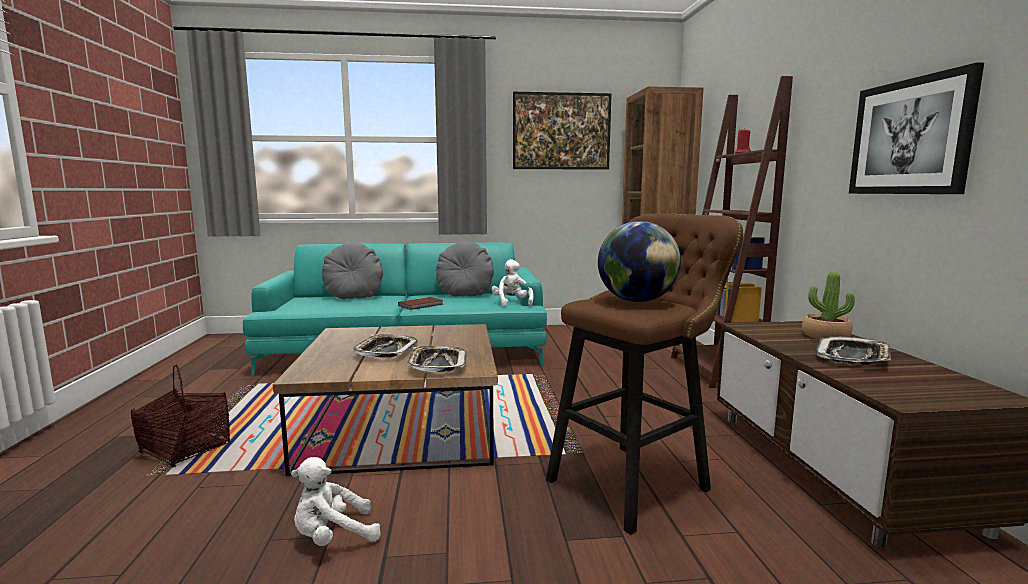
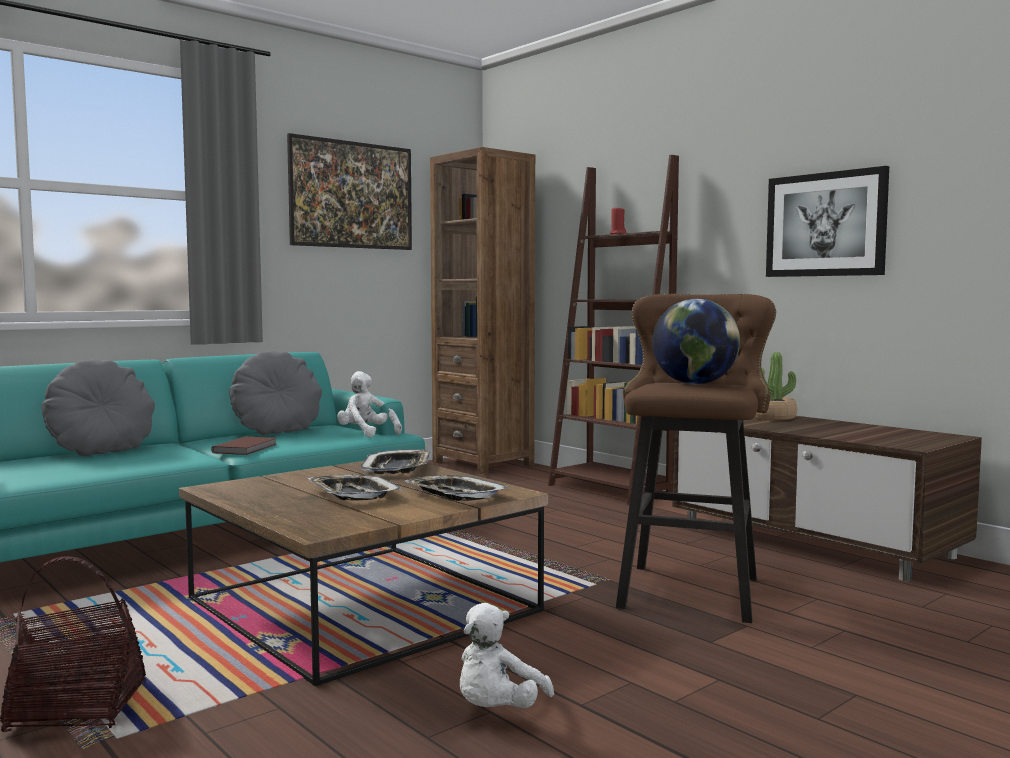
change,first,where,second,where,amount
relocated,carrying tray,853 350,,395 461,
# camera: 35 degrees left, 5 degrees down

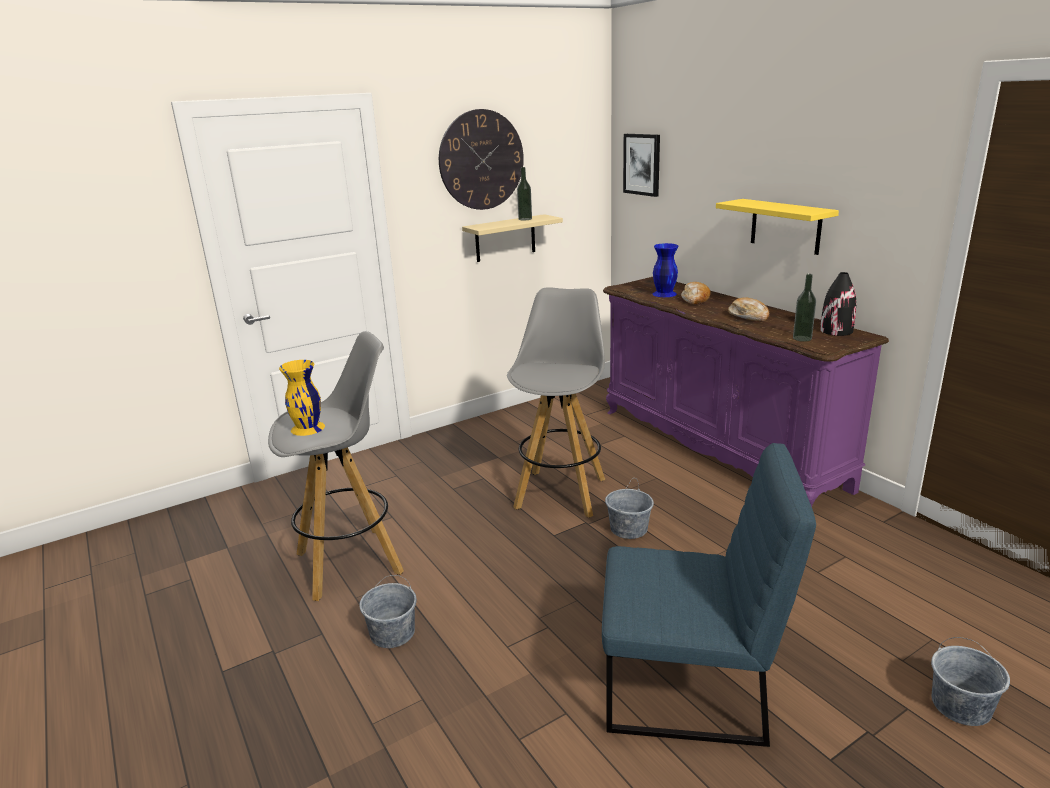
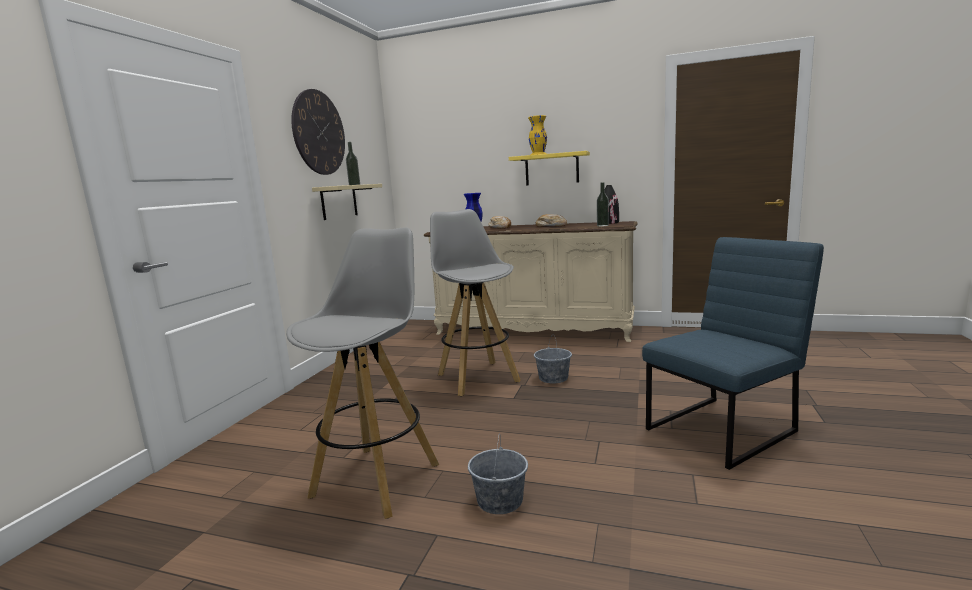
change,first,where,second,where,amount
colour,purple-coloured cupboard,746 392,beige cupboard,531 281,
relocated,yellow-coloured flower vase,302 398,,537 135,
missing,picture,641 165,,,
missing,gray water bucket,970 681,,,
# camera: 40 degrees left, 10 degrees down

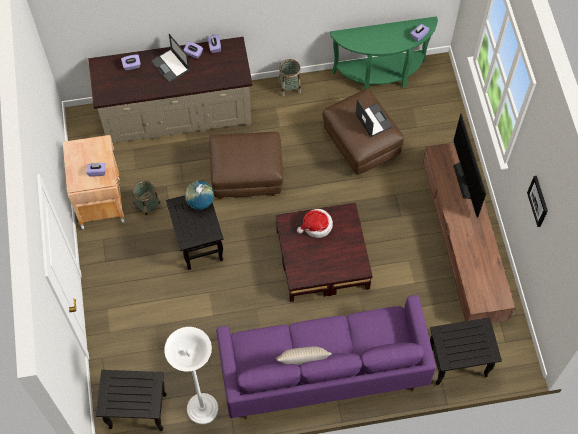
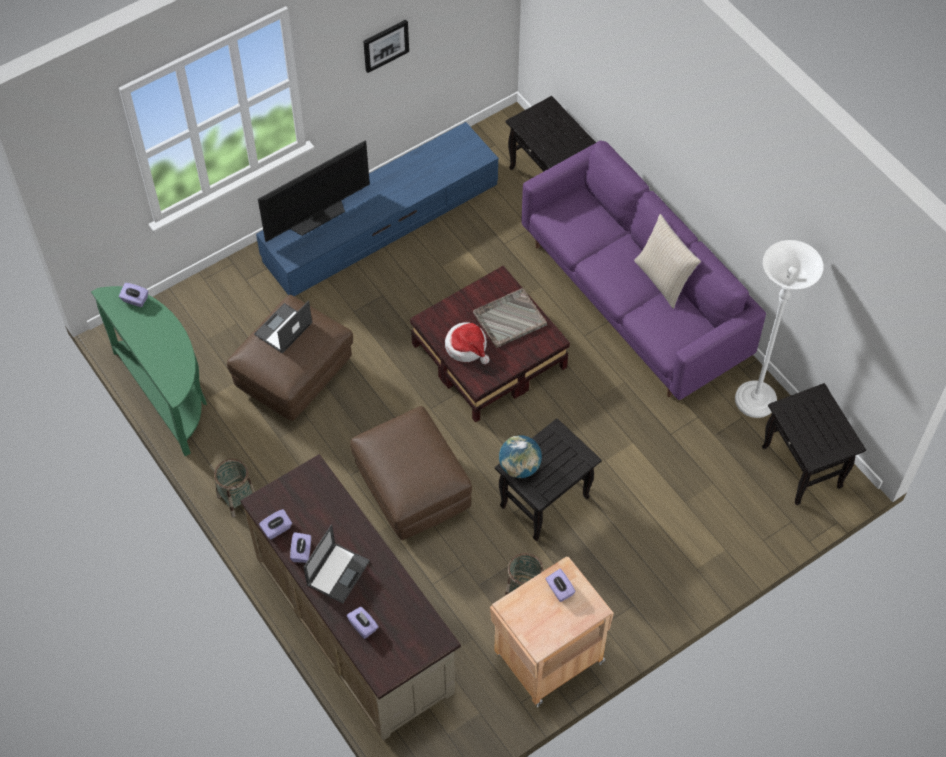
change,first,where,second,where,amount
colour,brown-coloured tv stand,469 233,blue tv stand,377 209,
appeared,,,gray carrying tray,510 318,
# camera: 115 degrees left, 5 degrees down

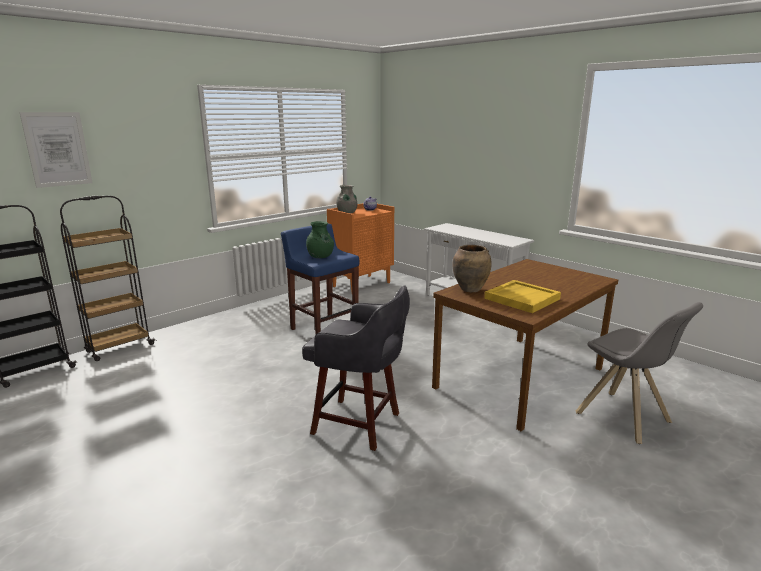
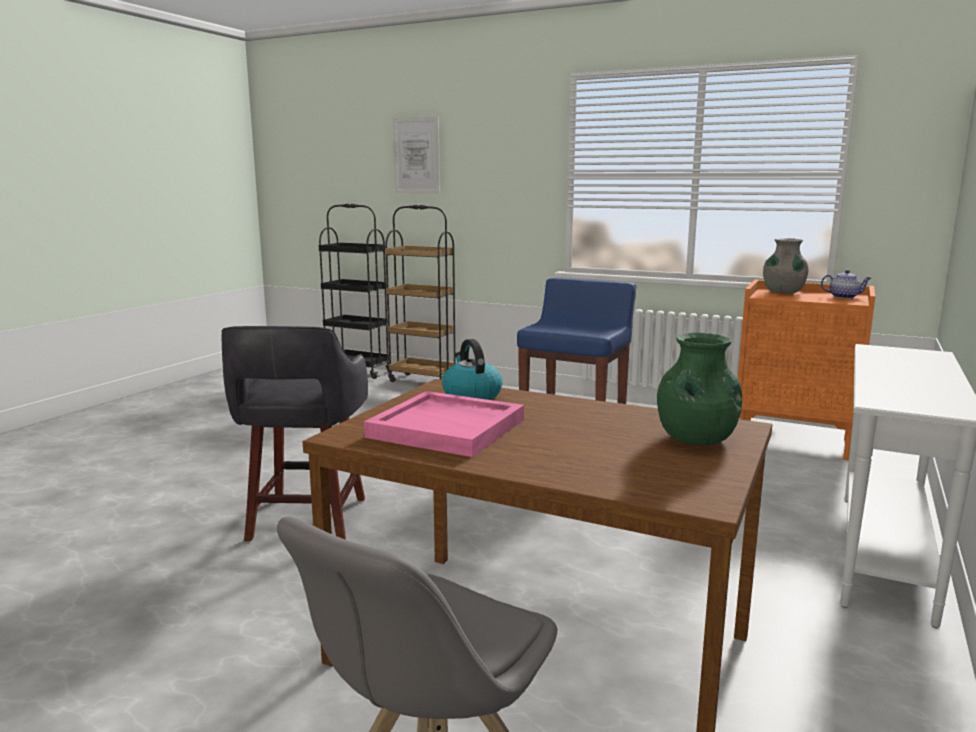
change,first,where,second,where,amount
colour,yellow-coloured carrying tray,522 296,pink carrying tray,444 424,
exchanged,brown-coloured flower vase,472 268,kettle,472 369,
relocated,green flower vase,320 239,,699 389,
# camera: 70 degrees right, 5 degrees down

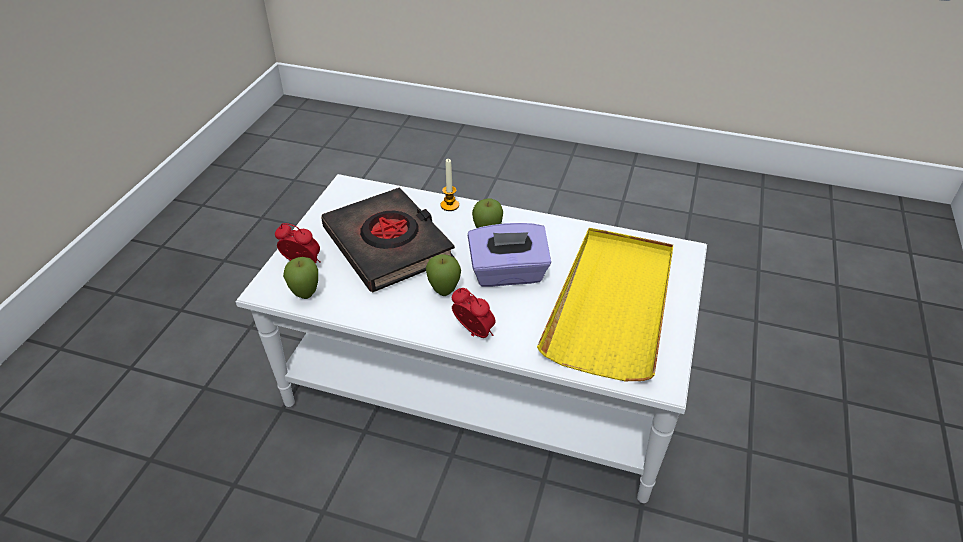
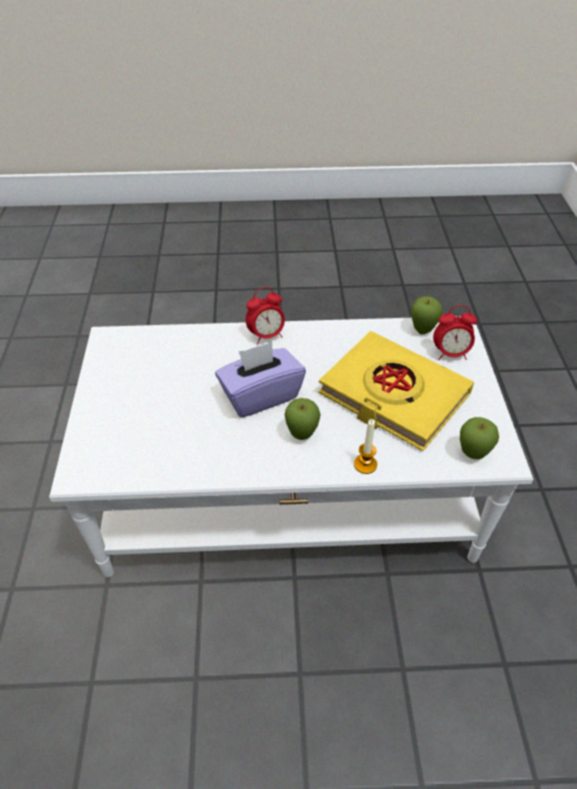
change,first,where,second,where,amount
spun,alarm clock,474 313,,265 315,45 degrees counterclockwise
colour,black volume,388 240,yellow-coloured volume,396 391,
relocated,apple,443 275,,479 438,
missing,yellow-coloured carrying tray,605 304,,,
# camera: 160 degrees right, 5 degrees up

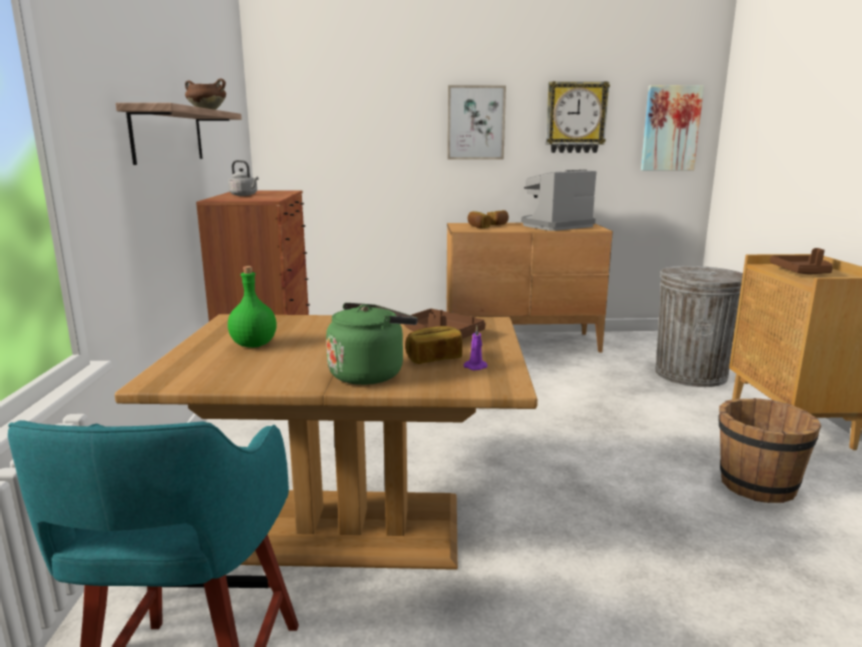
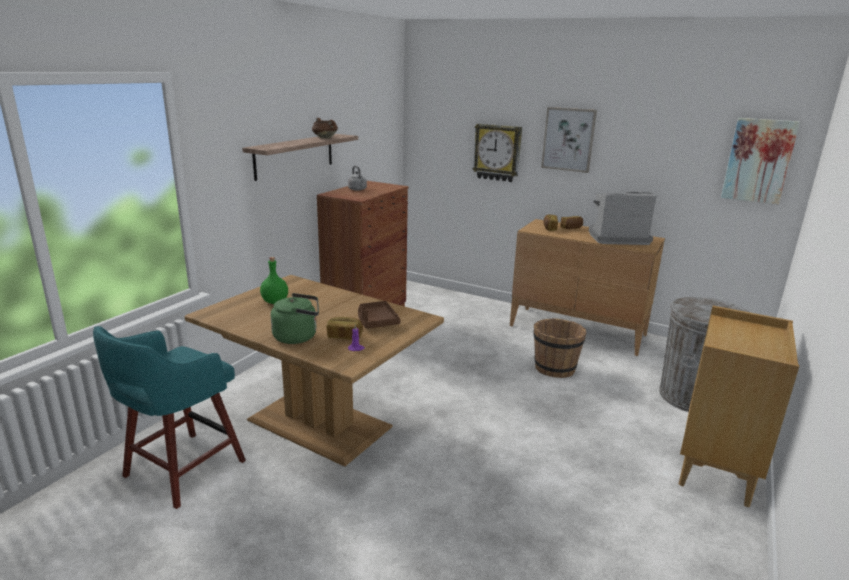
change,first,where,second,where,amount
relocated,clock on the wall,578 117,,497 153,
relocated,brown-coloured water bucket,770 450,,559 348,
missing,brown-coloured carrying tray,801 261,,,
# camera: 30 degrees right, 5 degrees up

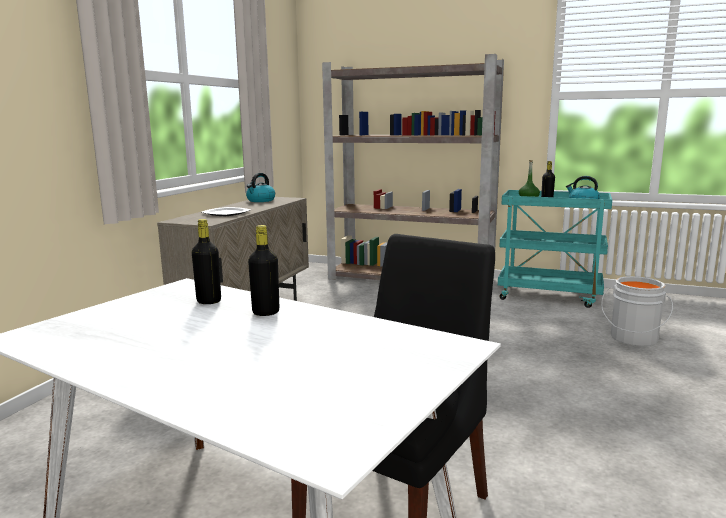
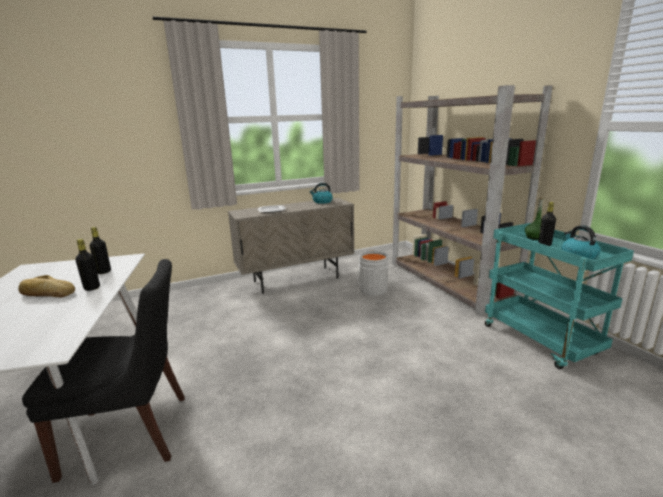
change,first,where,second,where,amount
appeared,,,bread,46 286,
relocated,gray water bucket,637 311,,373 273,
# camera: 45 degrees right, 5 degrees up

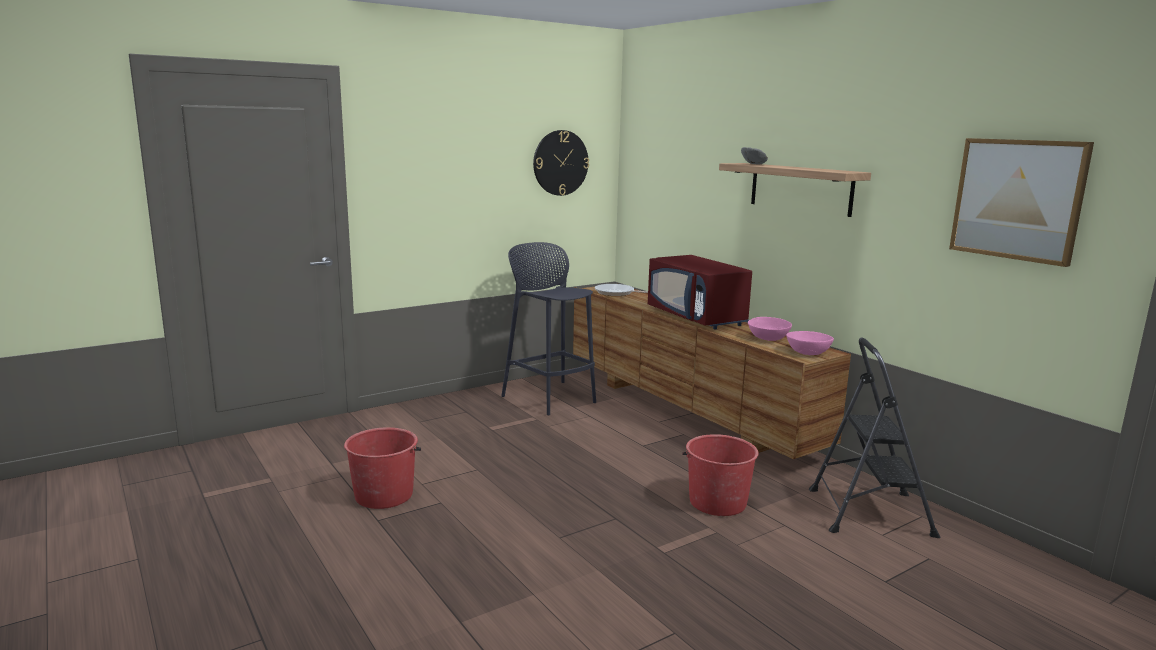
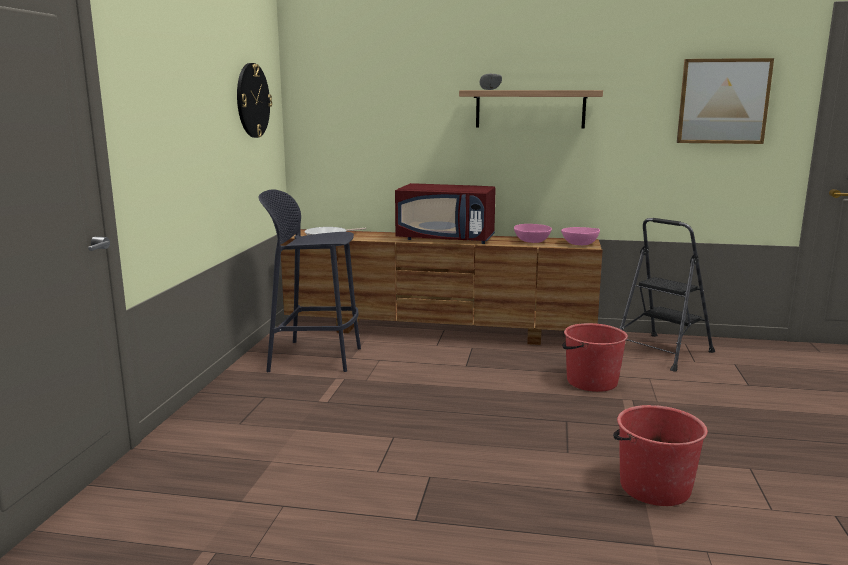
change,first,where,second,where,amount
relocated,red water bucket,382 468,,660 455,
# camera: 45 degrees left, 0 degrees up

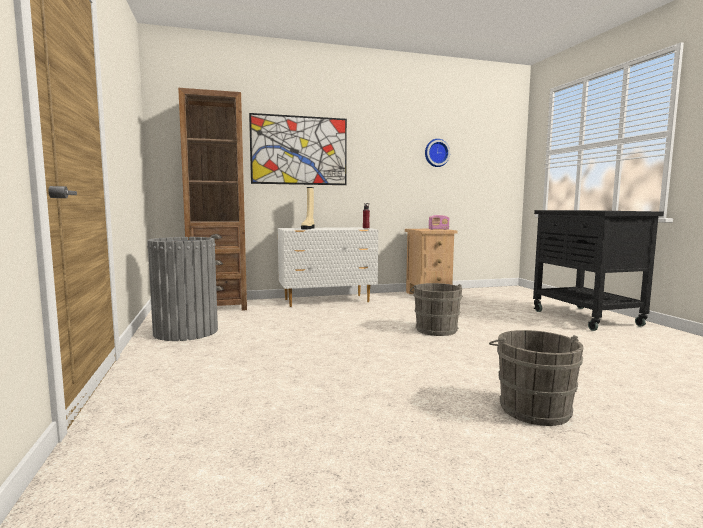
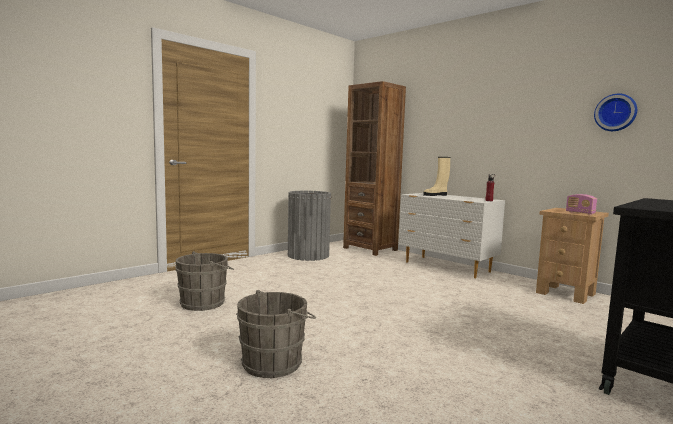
change,first,where,second,where,amount
relocated,gray water bucket,436 309,,204 281,
missing,picture,298 149,,,
# camera: 60 degrees right, 0 degrees up

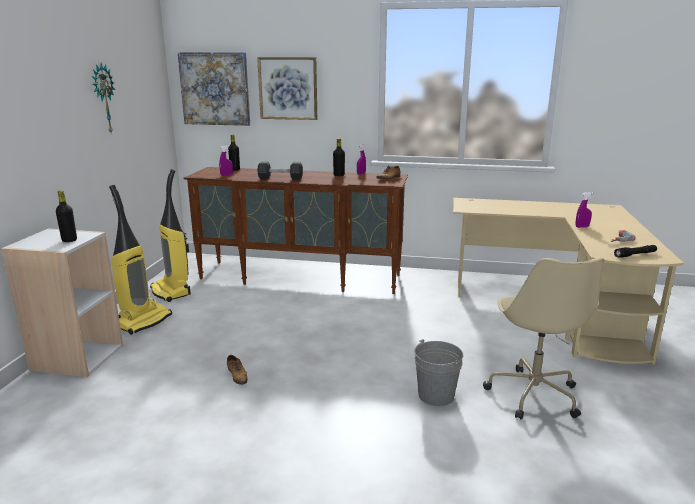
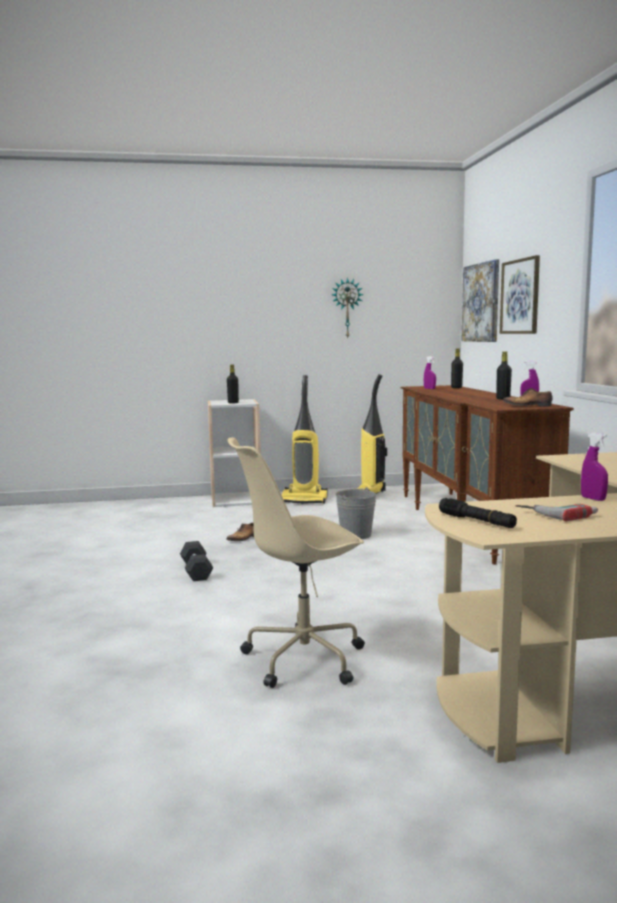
change,first,where,second,where,amount
relocated,black free weight,280 170,,196 561,
relocated,gray water bucket,439 372,,356 513,
# camera: 70 degrees right, 10 degrees down

